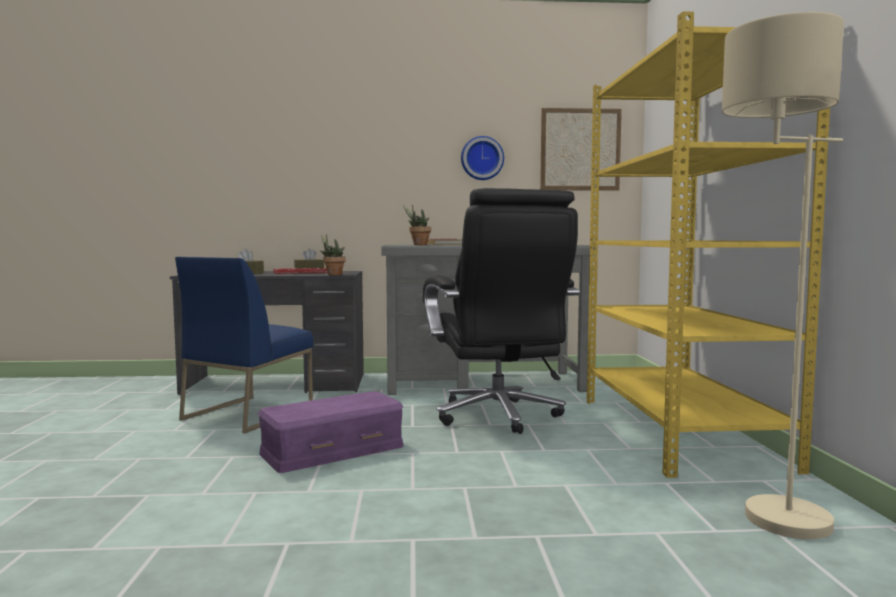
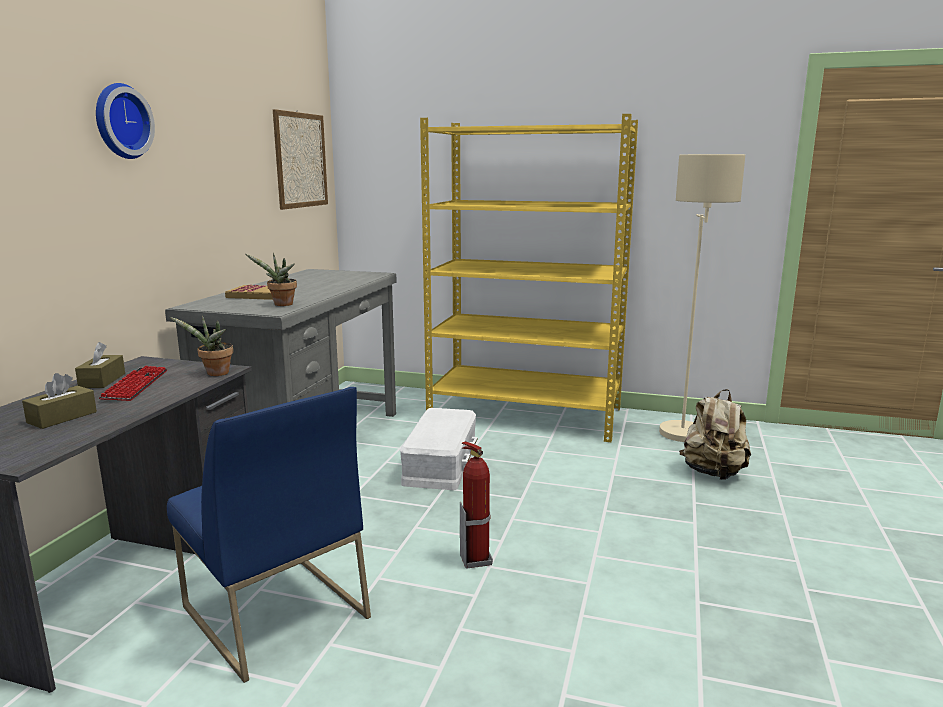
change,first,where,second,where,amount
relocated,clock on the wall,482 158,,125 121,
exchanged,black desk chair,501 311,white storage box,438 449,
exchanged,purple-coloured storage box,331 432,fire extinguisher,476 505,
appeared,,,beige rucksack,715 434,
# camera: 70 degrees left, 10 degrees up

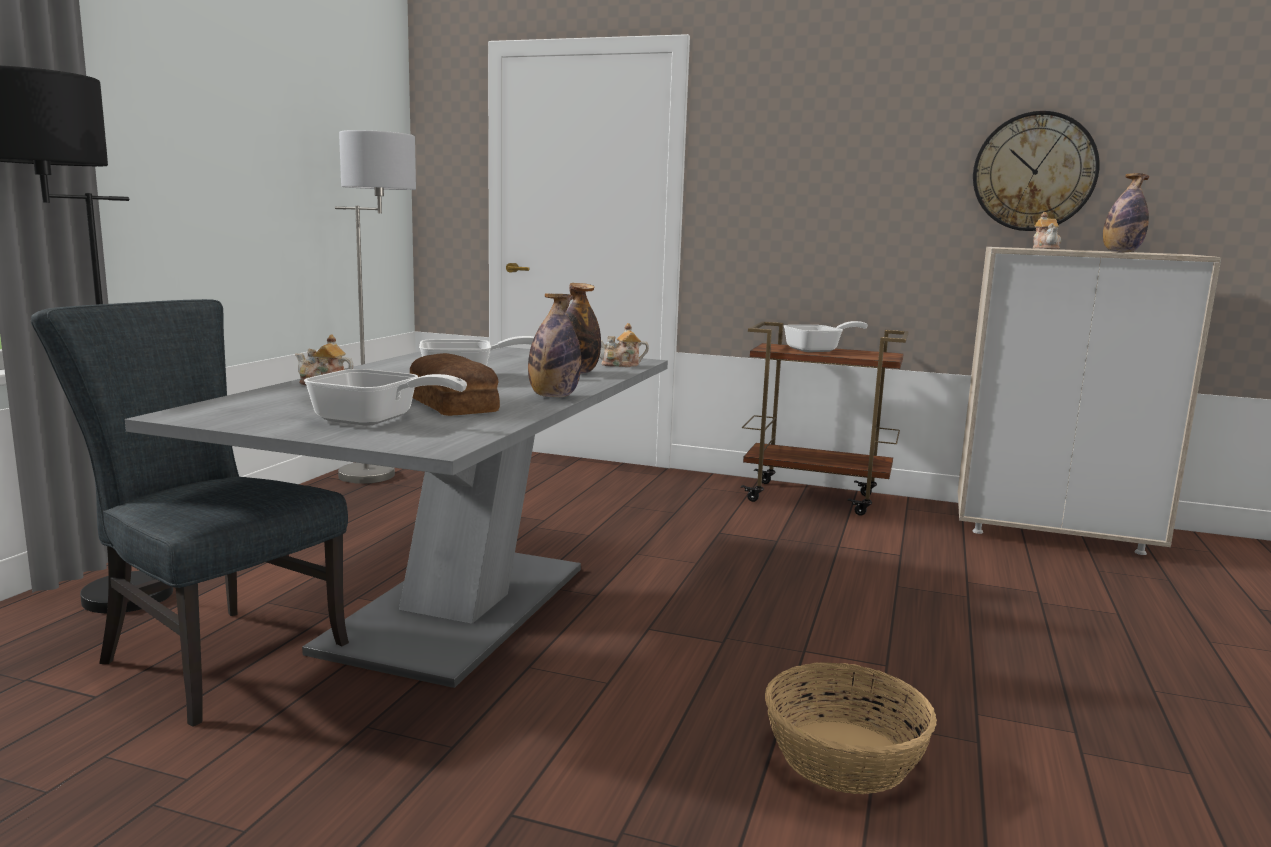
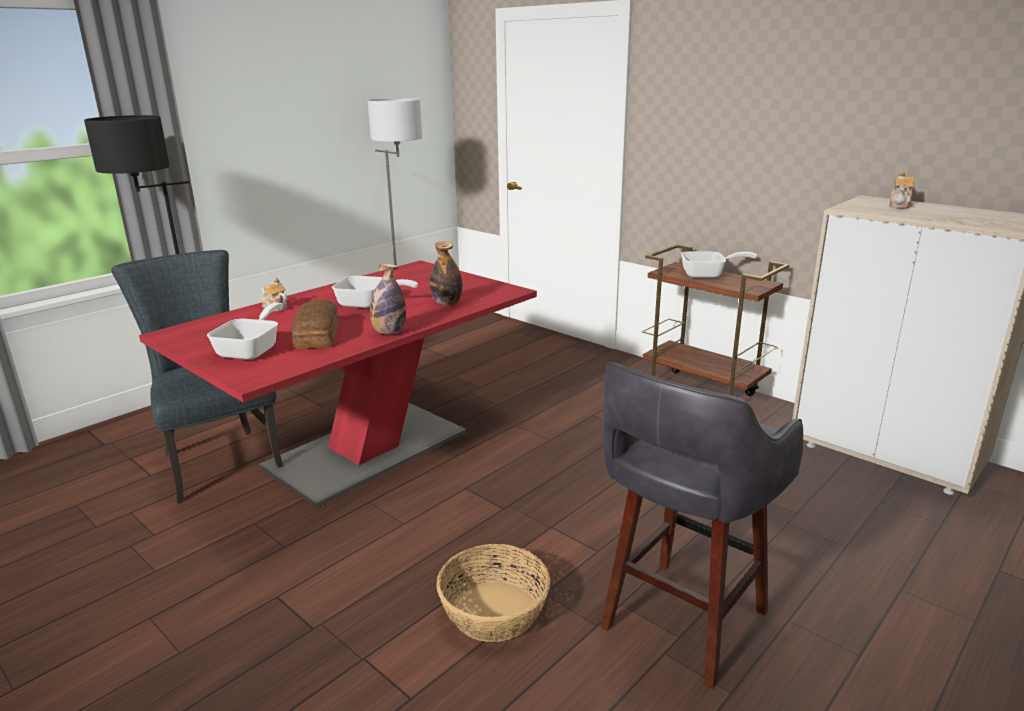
change,first,where,second,where,amount
colour,gray dinner table,396 517,red dinner table,338 384,
spun,pan,385 397,,245 331,120 degrees counterclockwise
appeared,,,gray stool,702 525,
missing,tea pot,624 345,,,
missing,clock on the wall,1036 171,,,
missing,beverage bottle,1126 212,,,
# camera: 25 degrees right, 10 degrees up

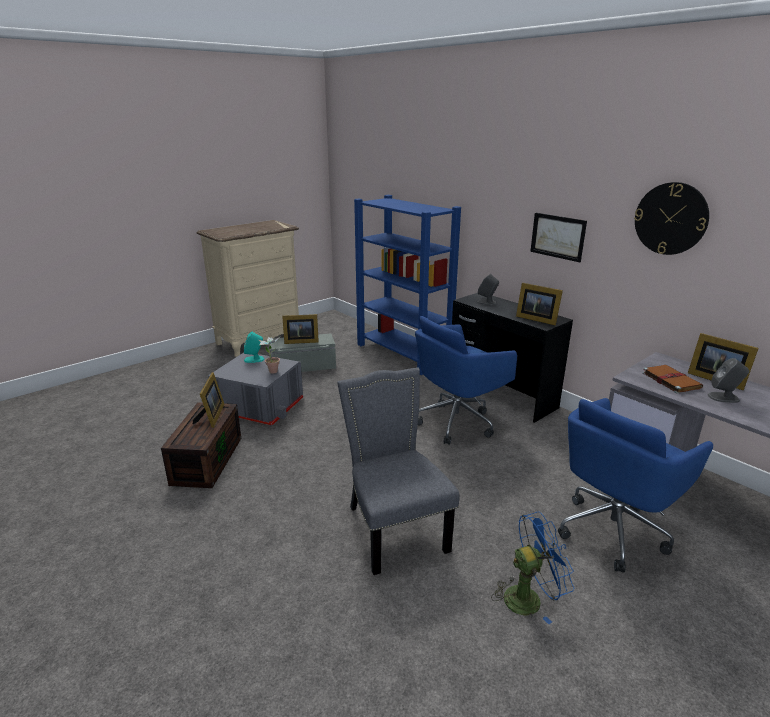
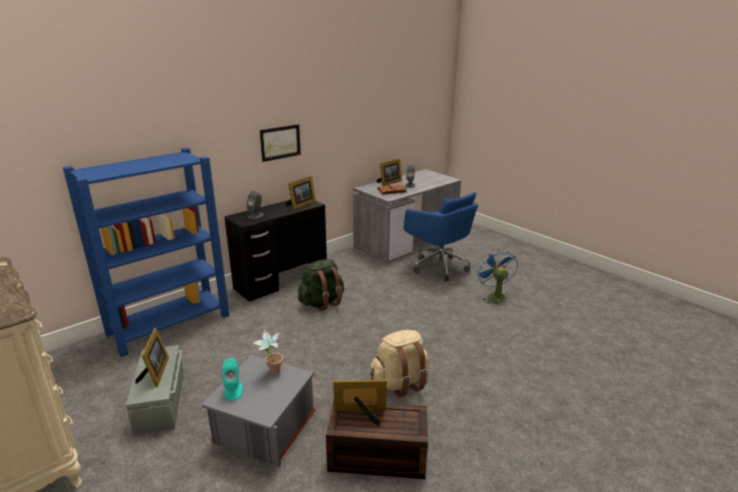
change,first,where,second,where,amount
exchanged,blue desk chair,466 380,green rucksack,321 285,
appeared,,,beige rucksack,400 364,
missing,gray plain chair,398 471,,,
missing,clock on the wall,671 218,,,
# camera: 90 degrees left, 0 degrees up

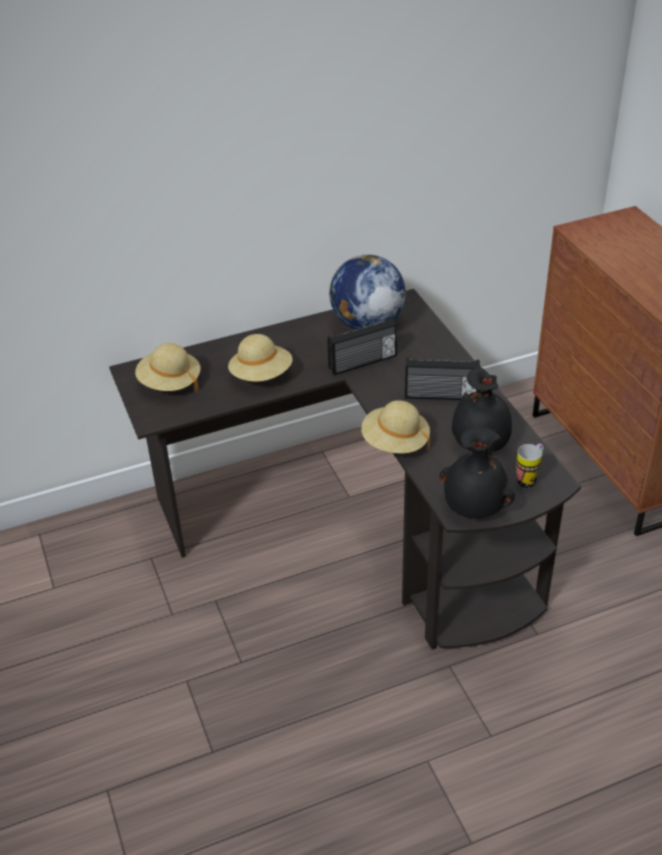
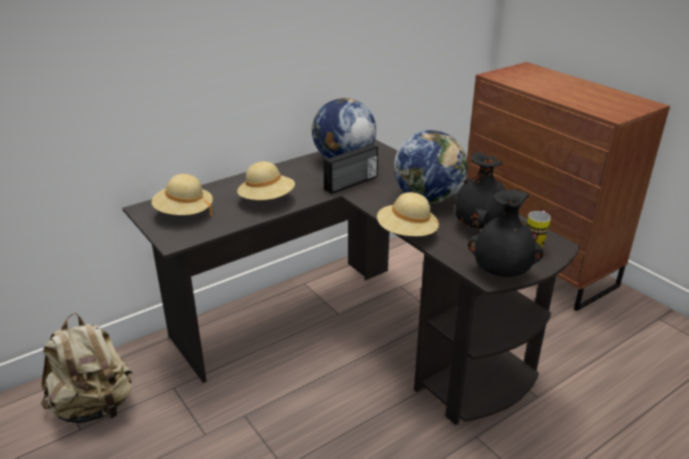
change,first,where,second,where,amount
appeared,,,beige rucksack,87 368,
exchanged,radio receiver,442 379,desk globe,431 166,
# camera: 15 degrees left, 10 degrees down

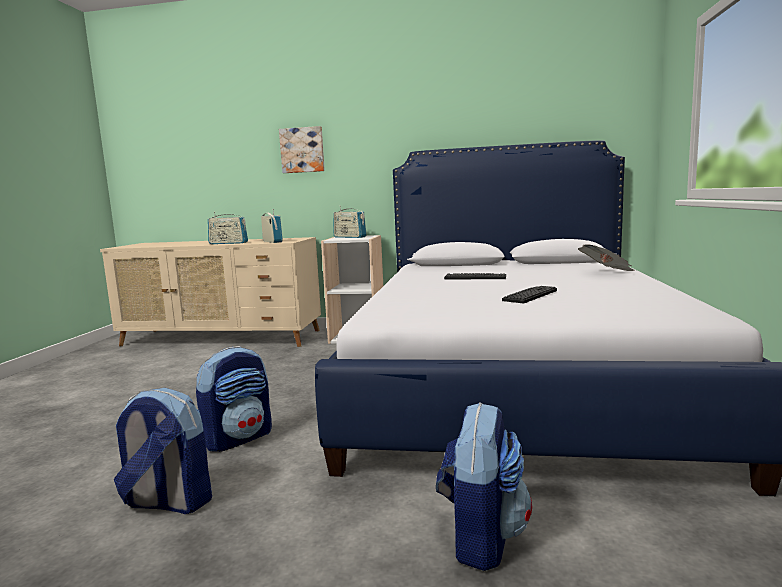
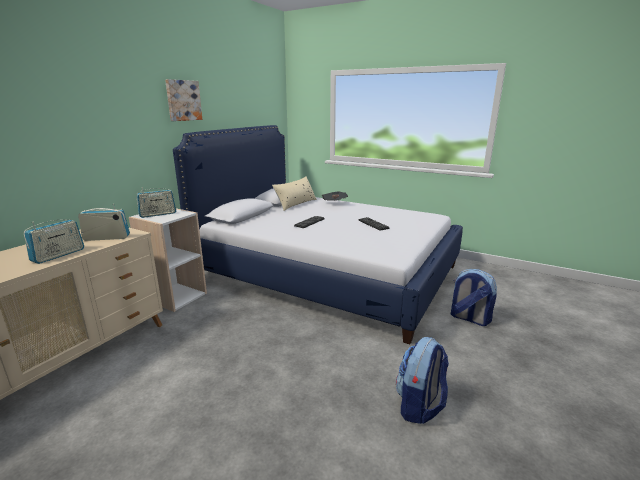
change,first,where,second,where,amount
relocated,picture,302 149,,183 100,
appeared,,,beige throw pillow,294 194,
missing,rucksack,234 399,,,
# camera: 70 degrees left, 10 degrees up

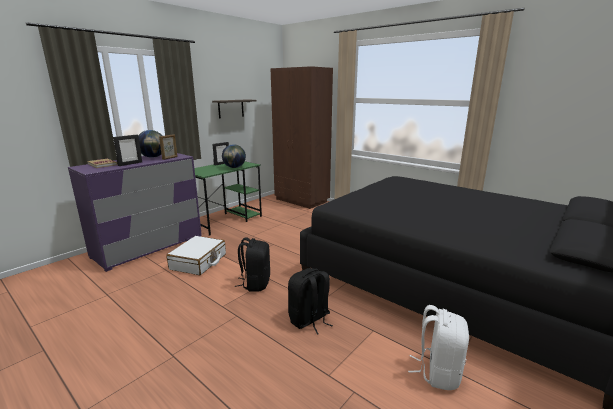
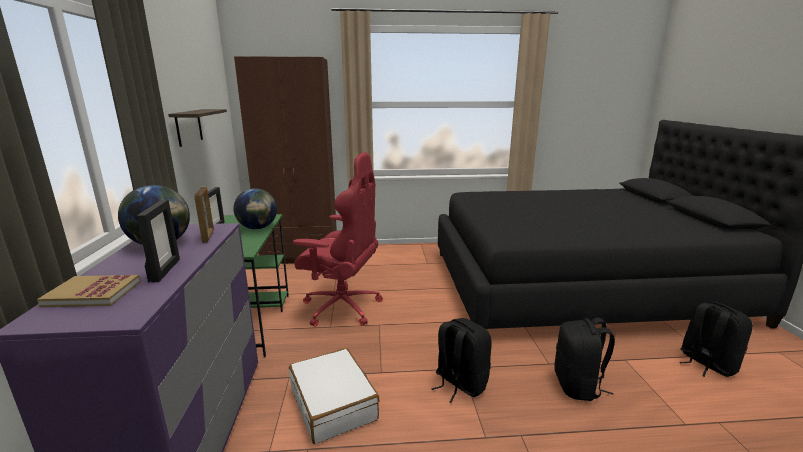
change,first,where,second,where,amount
appeared,,,red desk chair,338 239,
colour,white rucksack,438 347,black rucksack,716 339,
# camera: 45 degrees left, 0 degrees up

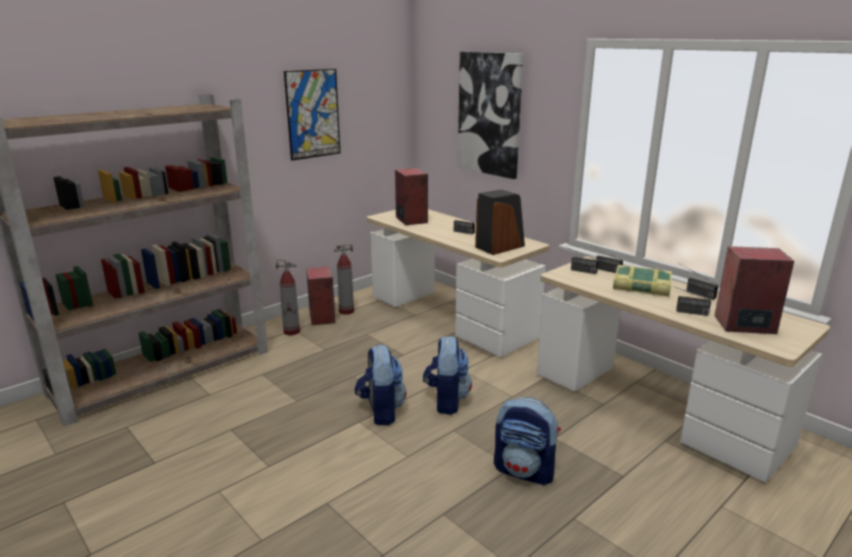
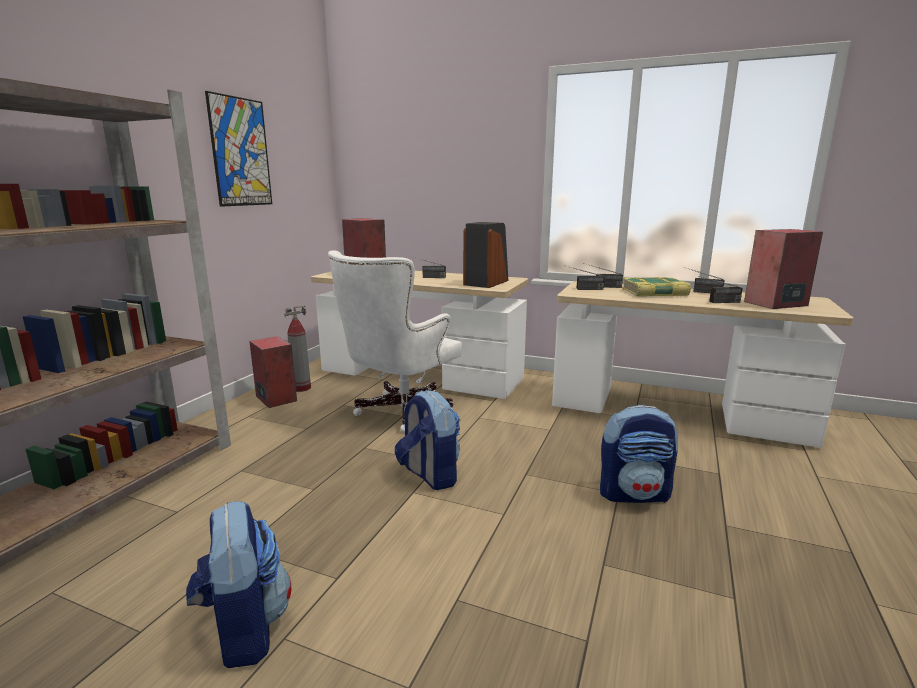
change,first,where,second,where,amount
relocated,rucksack,447 375,,238 584,
appeared,,,white desk chair,395 341,
missing,fire extinguisher,288 297,,,
missing,picture,490 115,,,
# camera: 25 degrees left, 5 degrees down

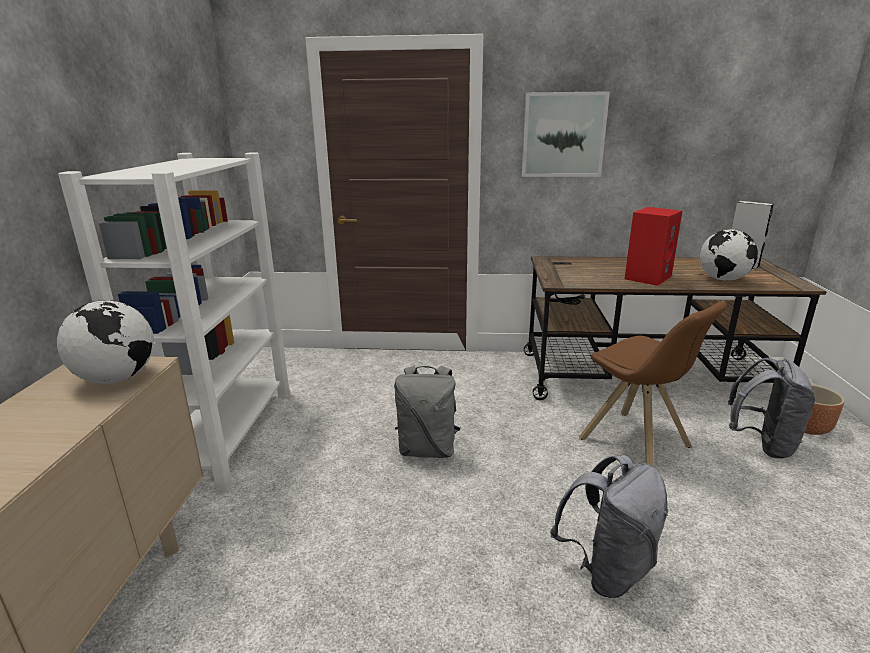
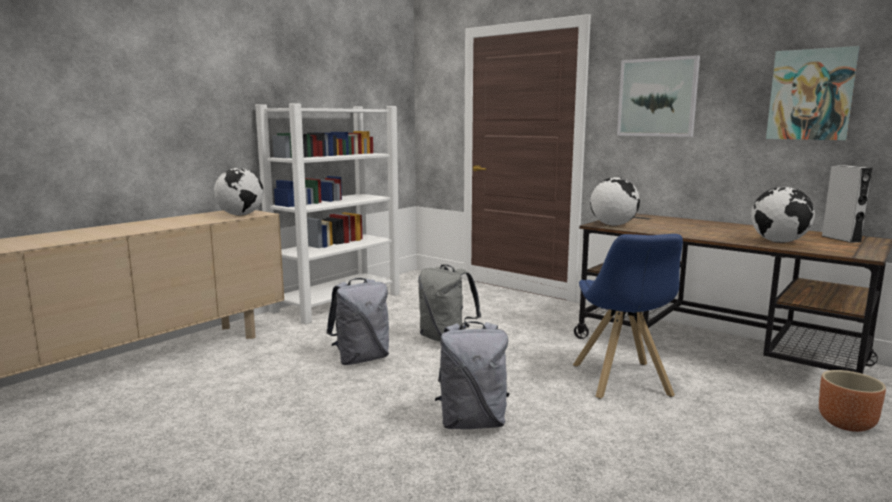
change,first,where,second,where,amount
relocated,gray rucksack,772 408,,357 321,
colour,brown-coloured plain chair,653 384,blue plain chair,628 316,
appeared,,,desk globe,615 201,
appeared,,,picture,812 93,
missing,red audio speaker,653 246,,,
# camera: 35 degrees right, 10 degrees down

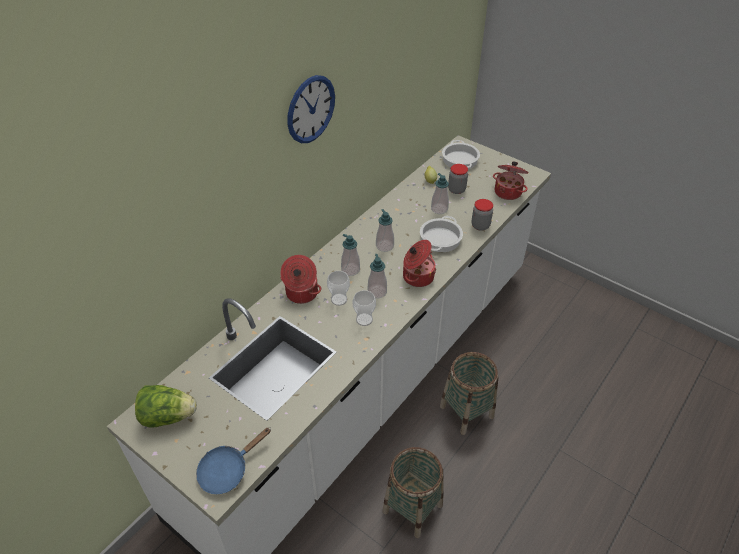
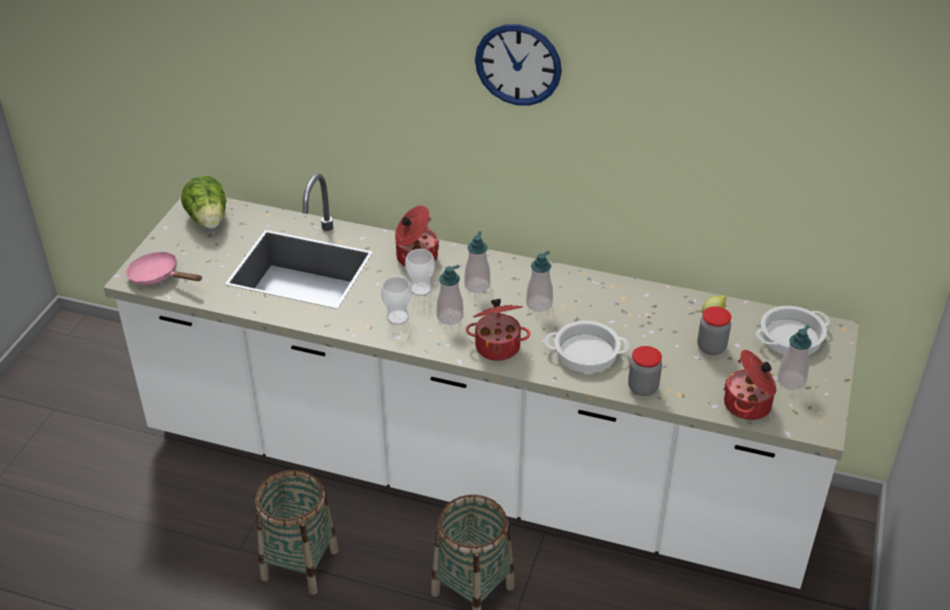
change,first,where,second,where,amount
colour,blue pan,233 460,pink pan,164 268,
relocated,soap dispenser,440 193,,795 357,
# camera: 70 degrees right, 5 degrees down

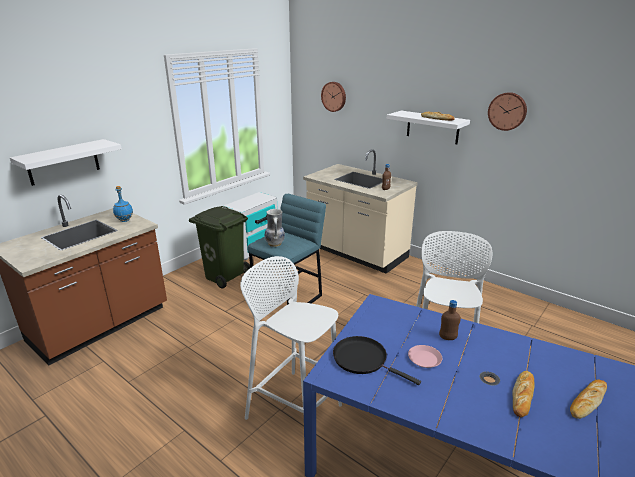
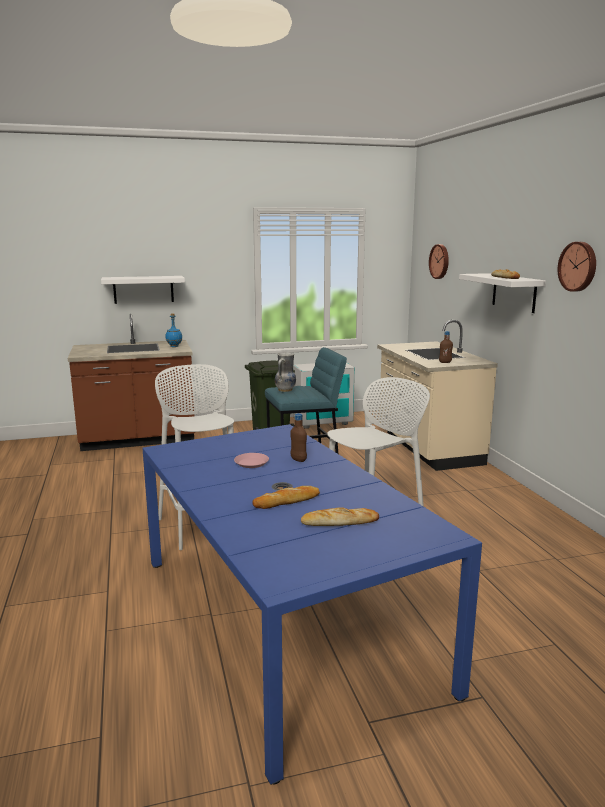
change,first,where,second,where,amount
missing,black pan,377 360,,,
# camera: 35 degrees right, 10 degrees down

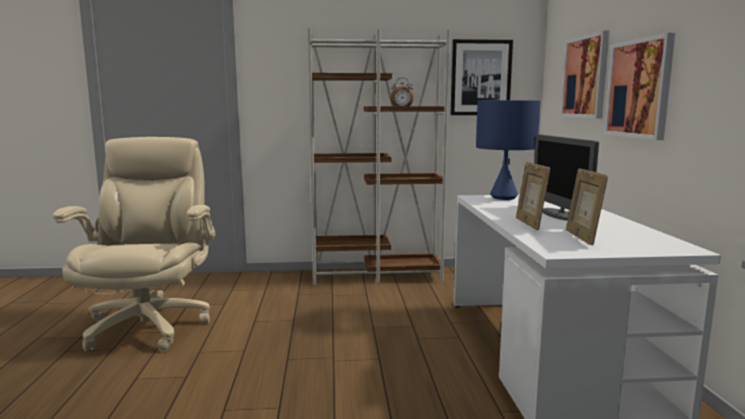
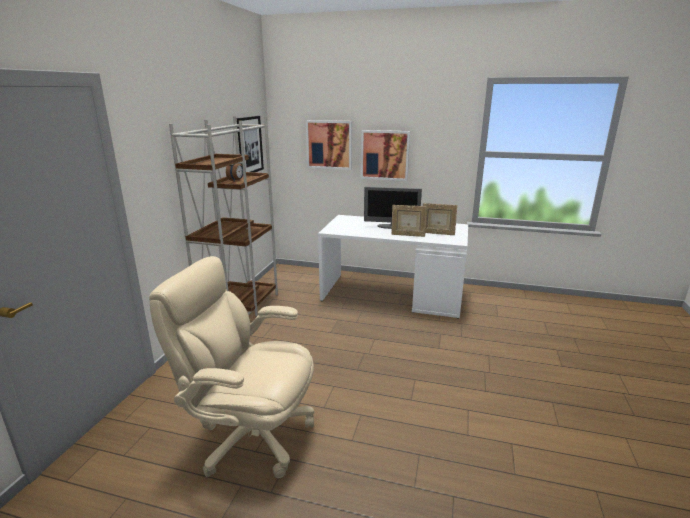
change,first,where,second,where,amount
missing,blue table lamp,508 150,,,
# camera: 70 degrees left, 10 degrees up

